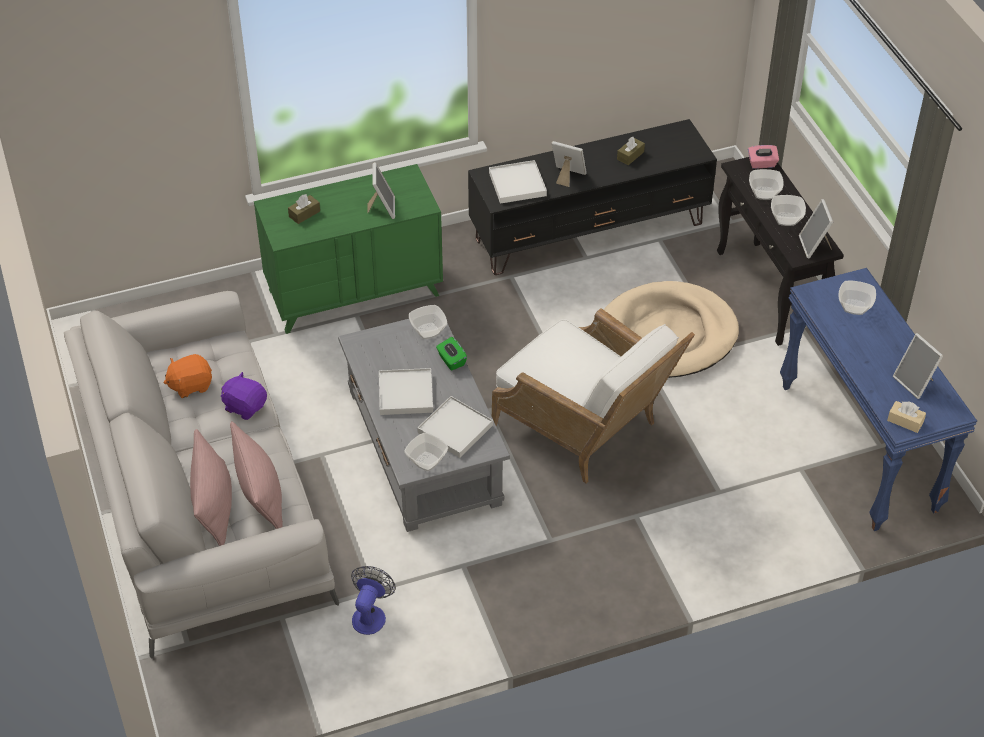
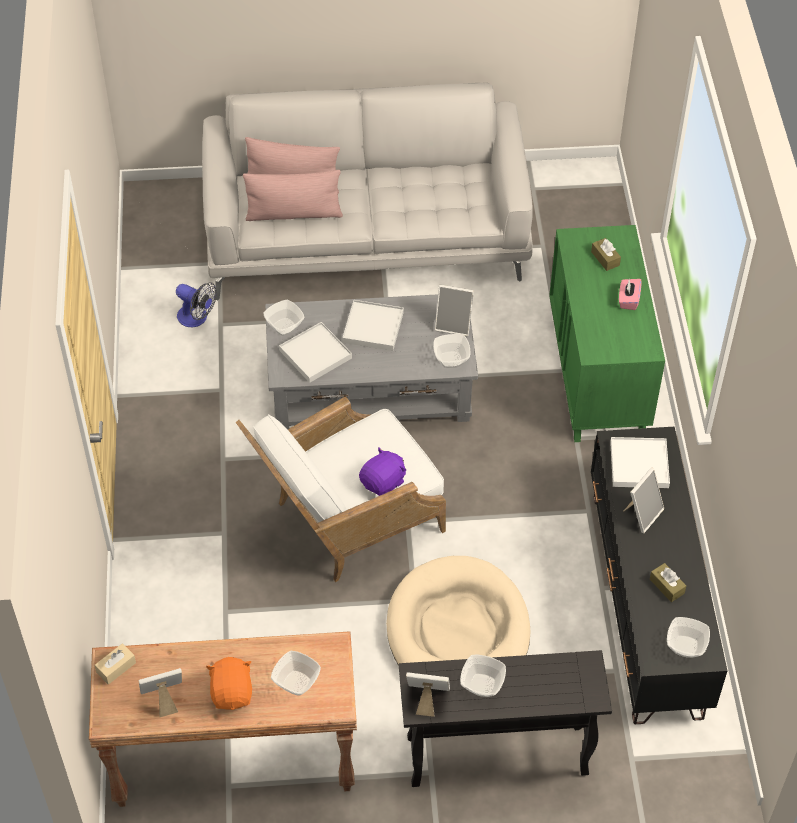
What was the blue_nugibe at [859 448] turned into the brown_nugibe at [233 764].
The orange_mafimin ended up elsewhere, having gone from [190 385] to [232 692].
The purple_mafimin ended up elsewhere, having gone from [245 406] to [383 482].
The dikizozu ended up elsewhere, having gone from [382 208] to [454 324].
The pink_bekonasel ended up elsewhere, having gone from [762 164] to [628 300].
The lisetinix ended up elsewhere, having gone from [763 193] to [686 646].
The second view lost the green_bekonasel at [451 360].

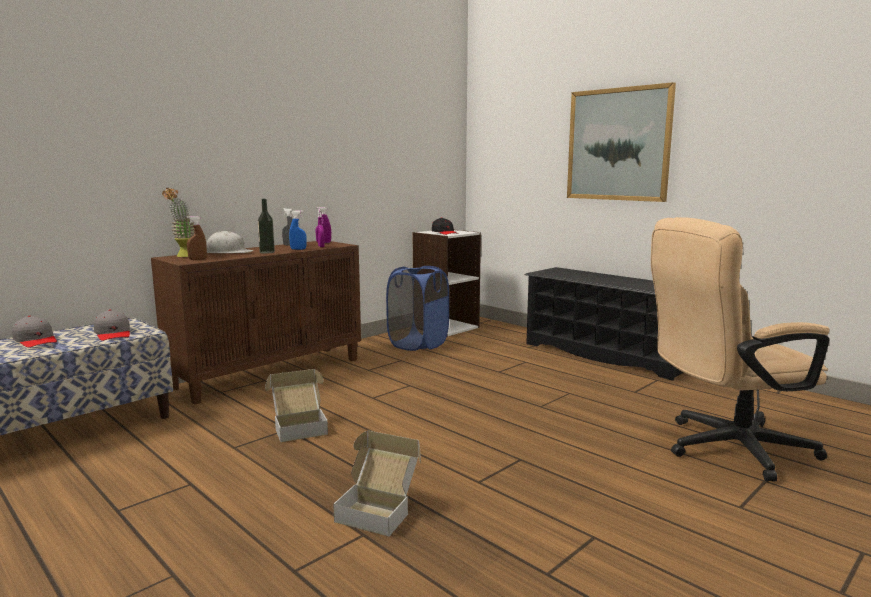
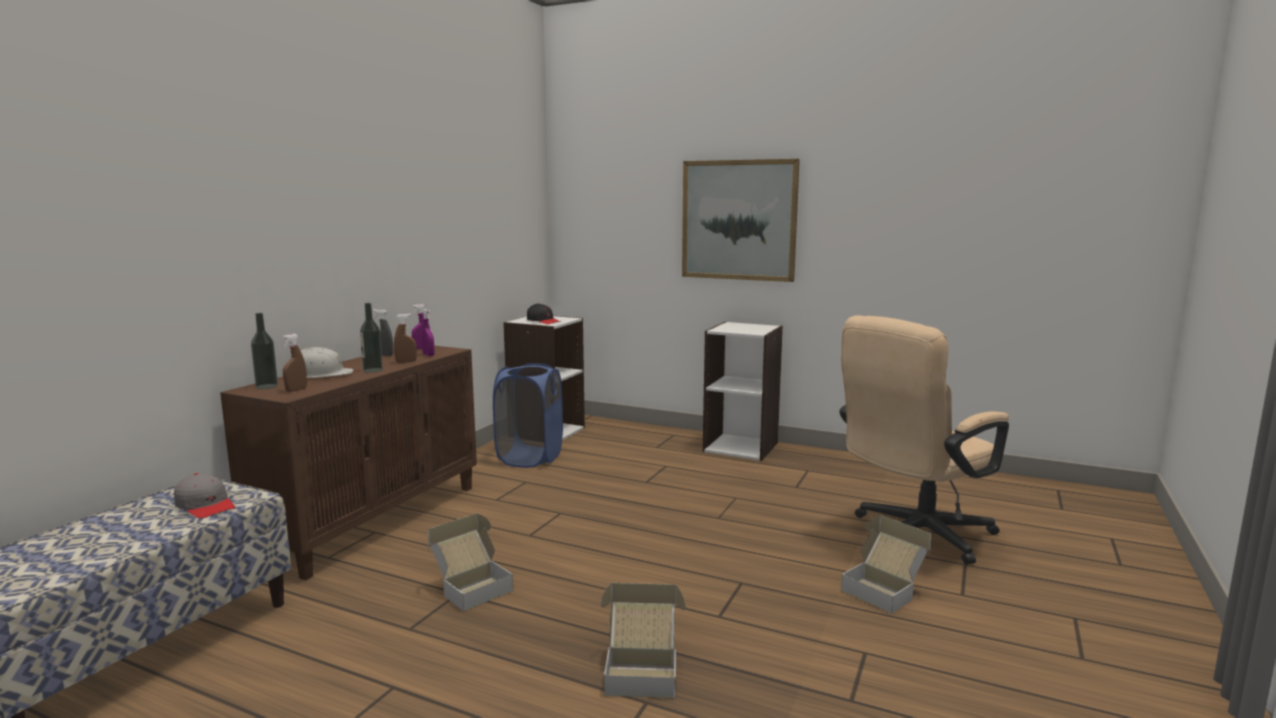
Where the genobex stood at [183 256], the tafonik came to stand at [267 386].
What was the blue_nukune at [298 249] turned into the brown_nukune at [406 362].
Where the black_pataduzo stood at [606 355], the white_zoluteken came to stand at [741 447].
The second view gained the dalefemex at [884 590].
The second view lost the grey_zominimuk at [36 340].

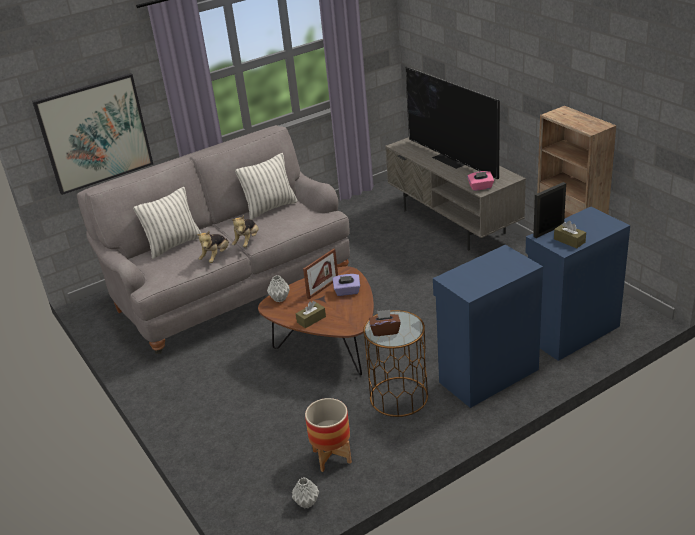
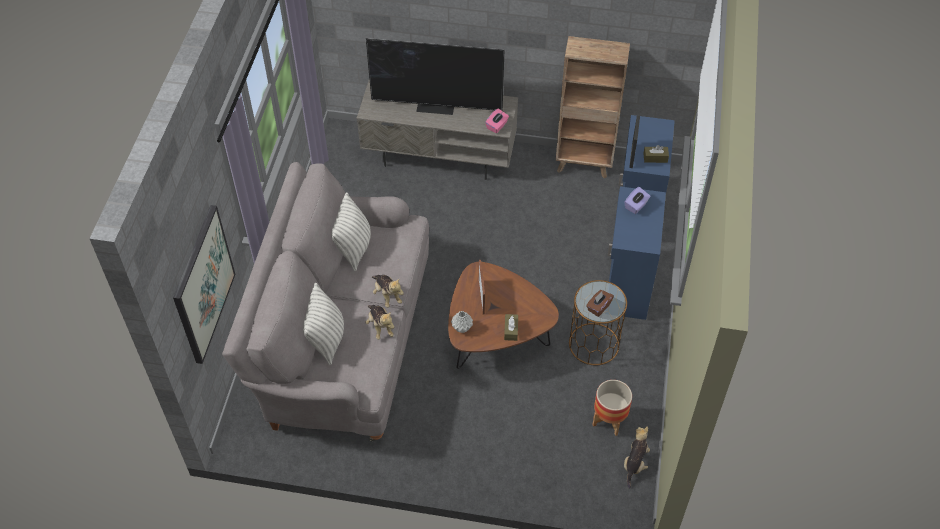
Where the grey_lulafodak stood at [306 503], the mafimin came to stand at [635 463].
The purple_bekonasel ended up elsewhere, having gone from [347 291] to [636 206].

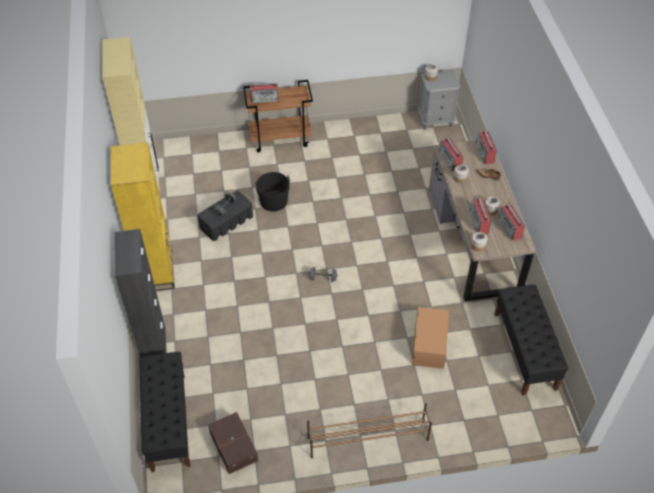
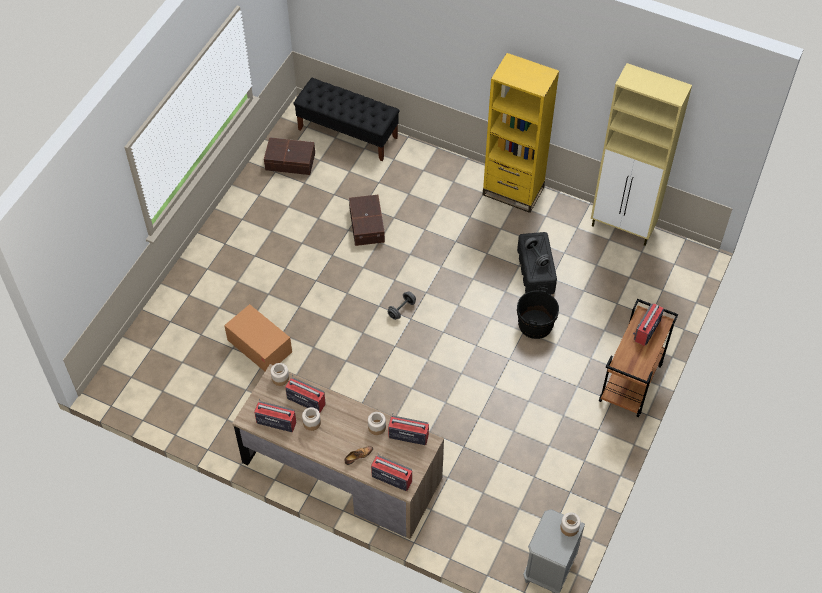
The second view gained the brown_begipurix at [367 225].
The second view lost the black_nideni at [155 349].
The second view lost the brown_pataduzo at [367 438].
The second view lost the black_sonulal at [525 351].

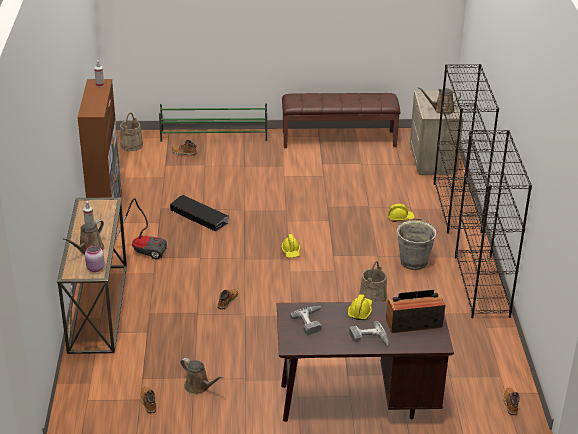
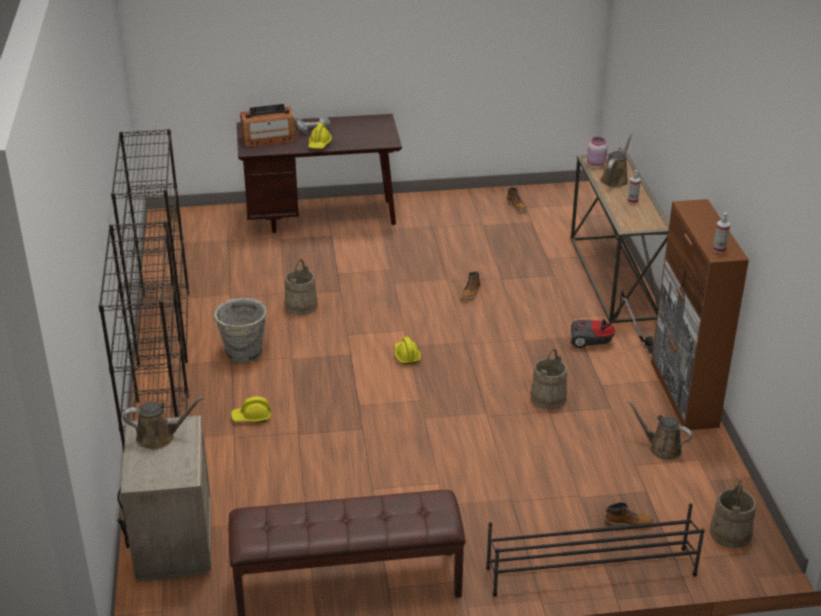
What was the green_pataduzo at [214 136] turned into the black_pataduzo at [590 571].
Where the black_begipurix stood at [199 216], the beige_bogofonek came to stand at [548 398].
The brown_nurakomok ended up elsewhere, having gone from [199 387] to [661 448].
The second view lost the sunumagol at [311 322].

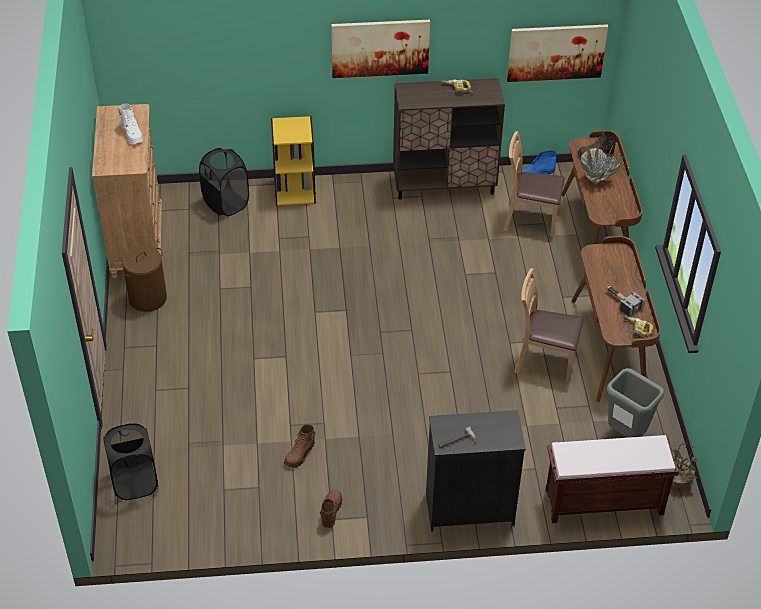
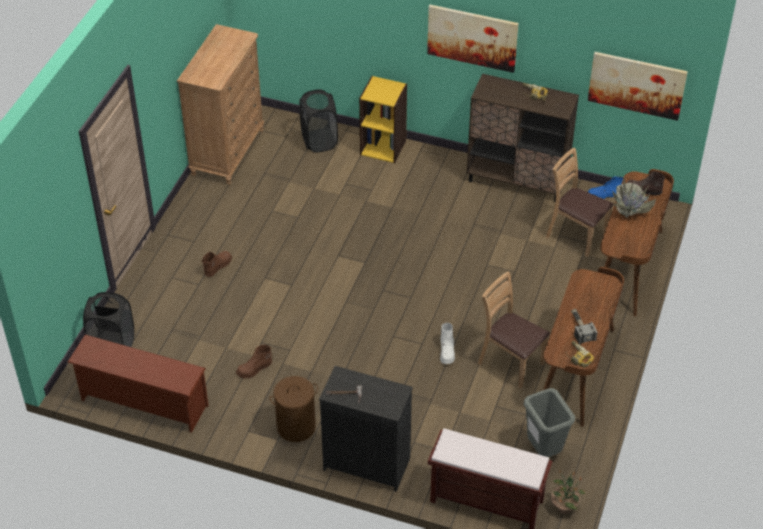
The second view gained the brown_pataduzo at [143 403].
The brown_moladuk ended up elsewhere, having gone from [330 511] to [217 266].
The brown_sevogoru ended up elsewhere, having gone from [148 298] to [296 426].
The white_moladuk ended up elsewhere, having gone from [132 134] to [447 351].

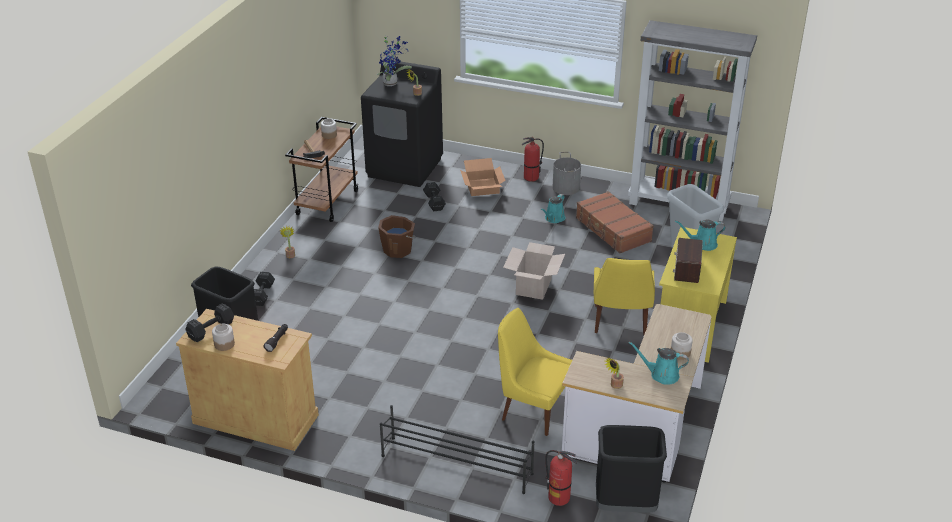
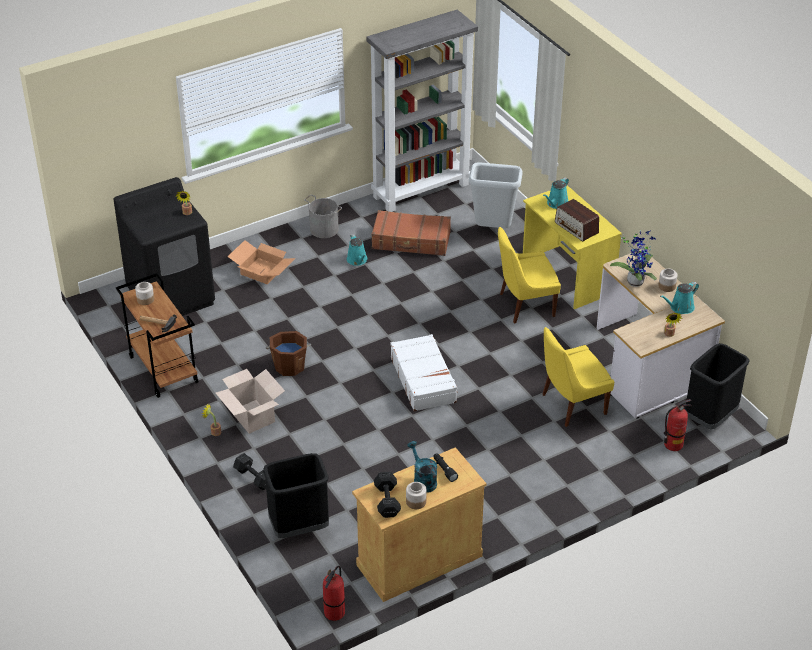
The dalefemex ended up elsewhere, having gone from [534 287] to [253 416].
The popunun ended up elsewhere, having gone from [531 178] to [334 613].
The second view gained the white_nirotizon at [423 380].
The second view gained the turquoise_nurakomok at [422 480].
The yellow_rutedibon at [620 322] ended up facing another way, 120 degrees clockwise from before.
The genobex ended up elsewhere, having gone from [392 83] to [635 281].
The second view lost the black_pataduzo at [456 464].
The second view lost the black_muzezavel at [434 202].

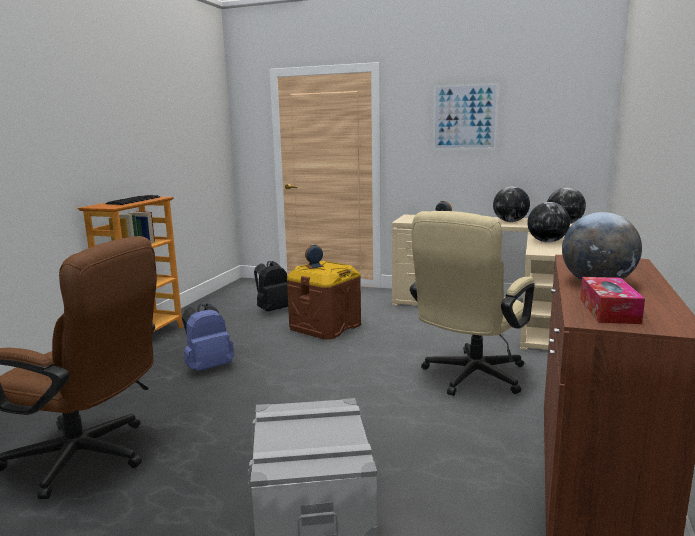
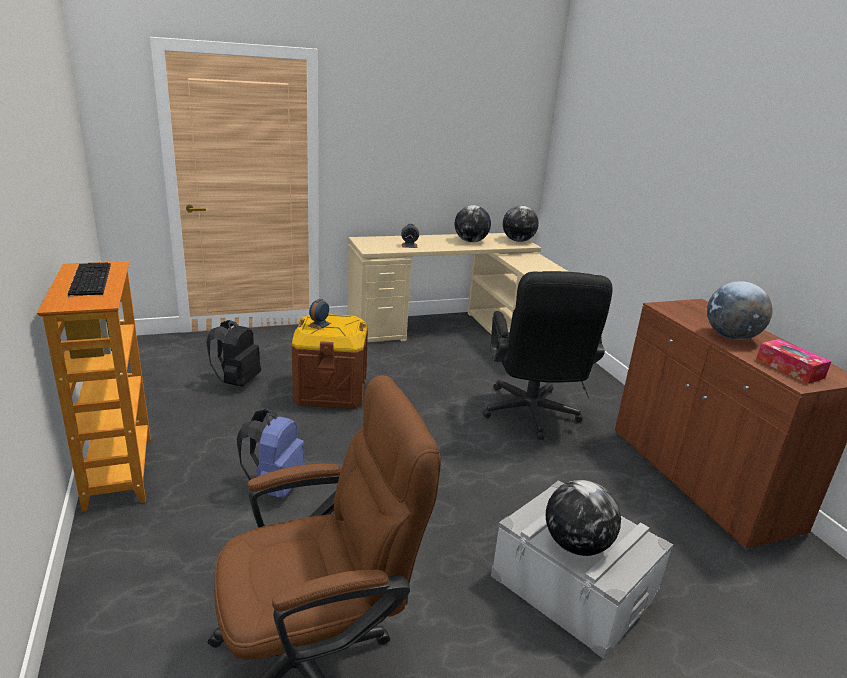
What was the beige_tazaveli at [469 378] turned into the black_tazaveli at [531 416].
The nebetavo ended up elsewhere, having gone from [547 242] to [576 545].
The second view lost the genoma at [464 117].

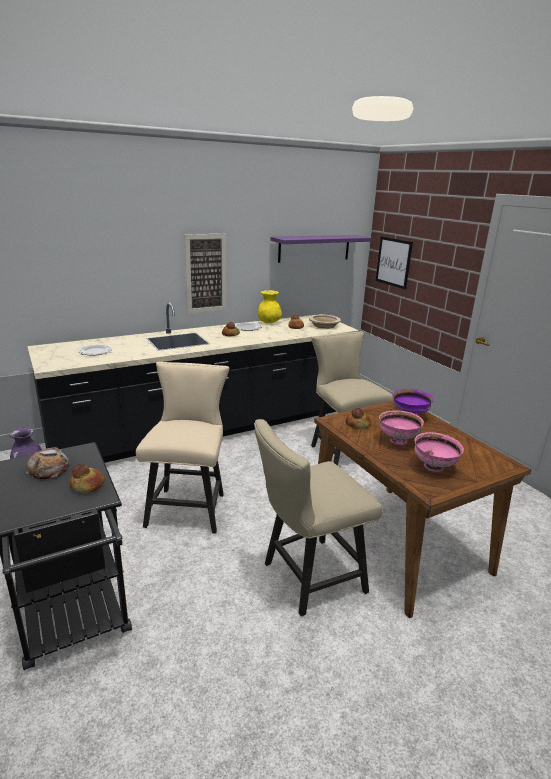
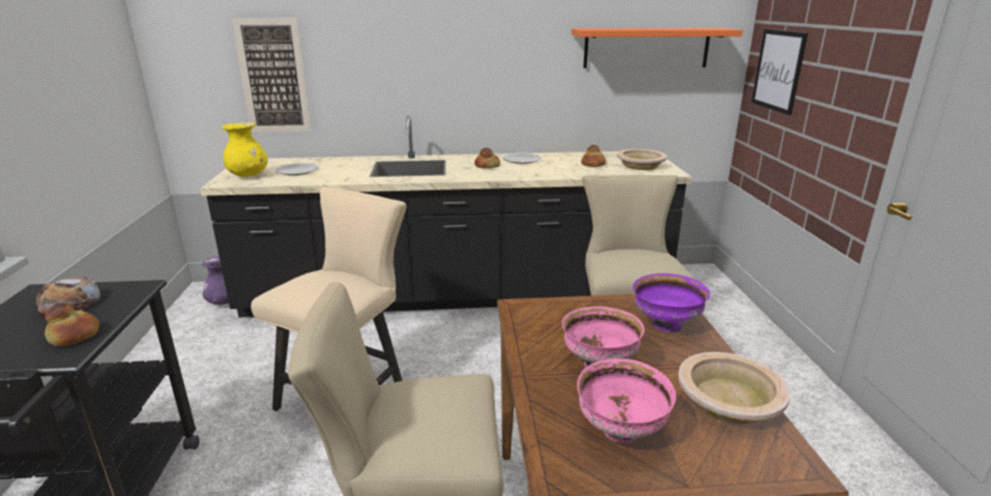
The yellow_lulafodak ended up elsewhere, having gone from [269 322] to [248 175].
The genoma ended up elsewhere, having gone from [206 273] to [273 76].
What was the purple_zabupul at [314 248] turned into the orange_zabupul at [646 48].
The second view gained the beige_lisetinix at [728 401].
The second view lost the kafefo at [358 424].

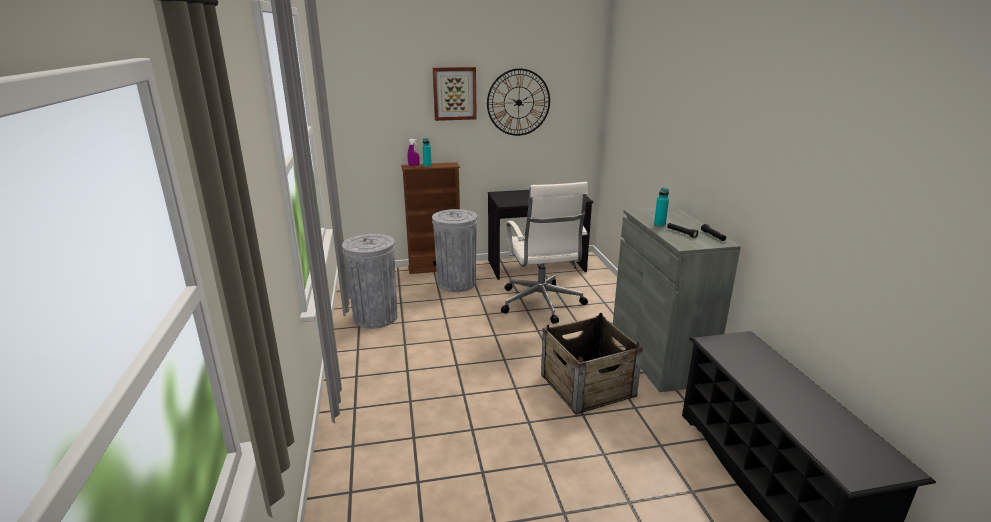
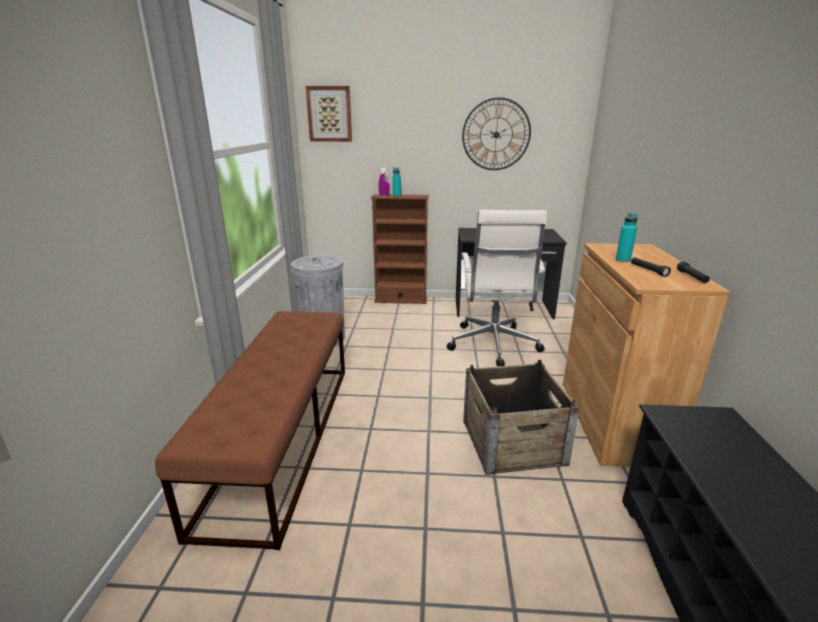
The second view gained the brown_sonulal at [282 437].
The genoma ended up elsewhere, having gone from [454 93] to [329 114].
What was the grey_nideni at [659 356] turned into the brown_nideni at [612 421].
The second view lost the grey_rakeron at [456 283].

